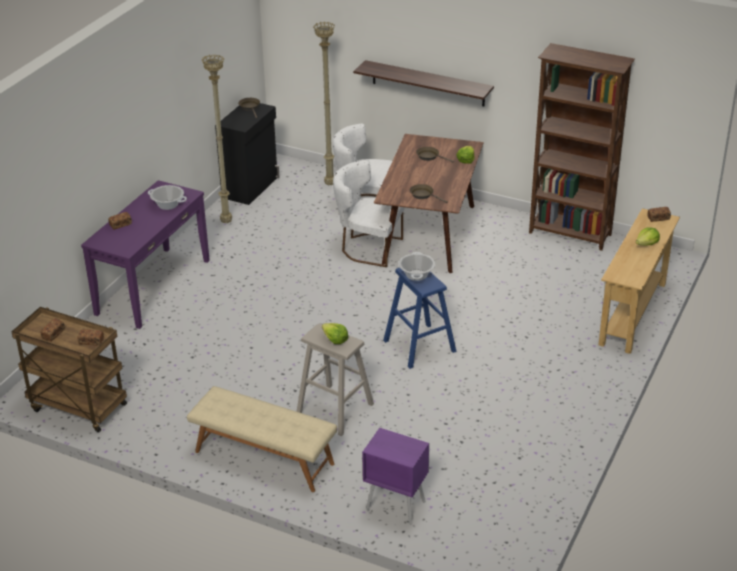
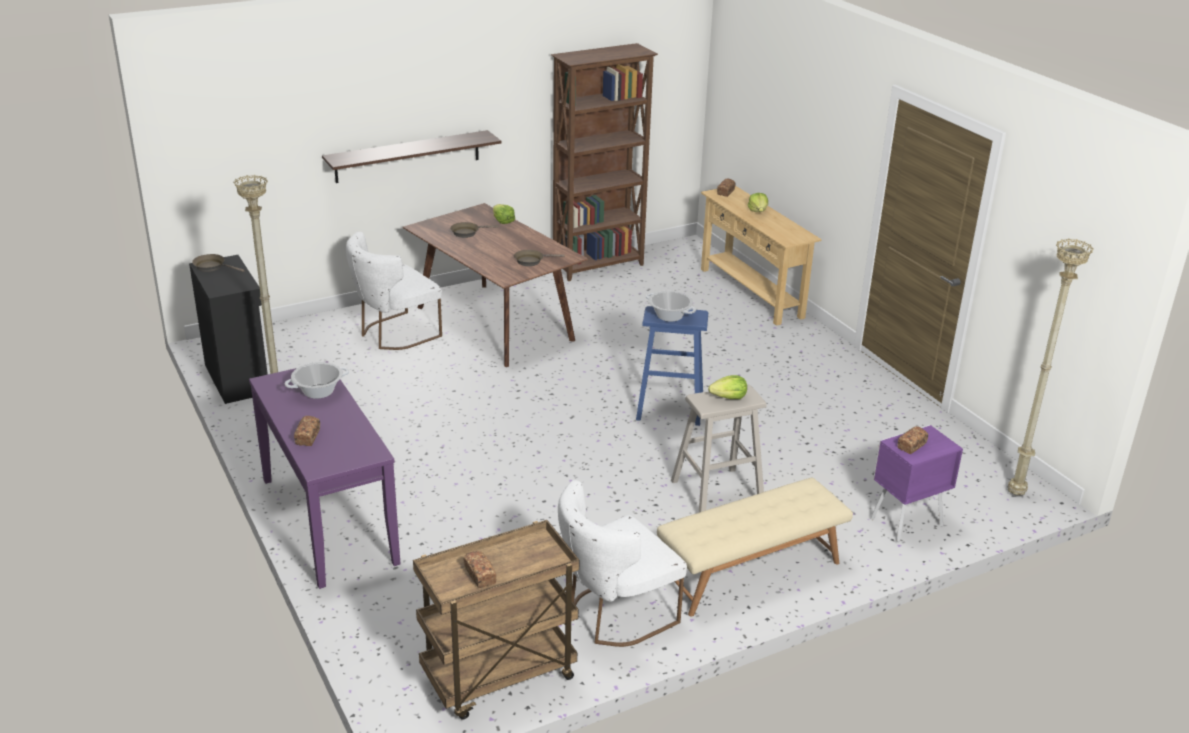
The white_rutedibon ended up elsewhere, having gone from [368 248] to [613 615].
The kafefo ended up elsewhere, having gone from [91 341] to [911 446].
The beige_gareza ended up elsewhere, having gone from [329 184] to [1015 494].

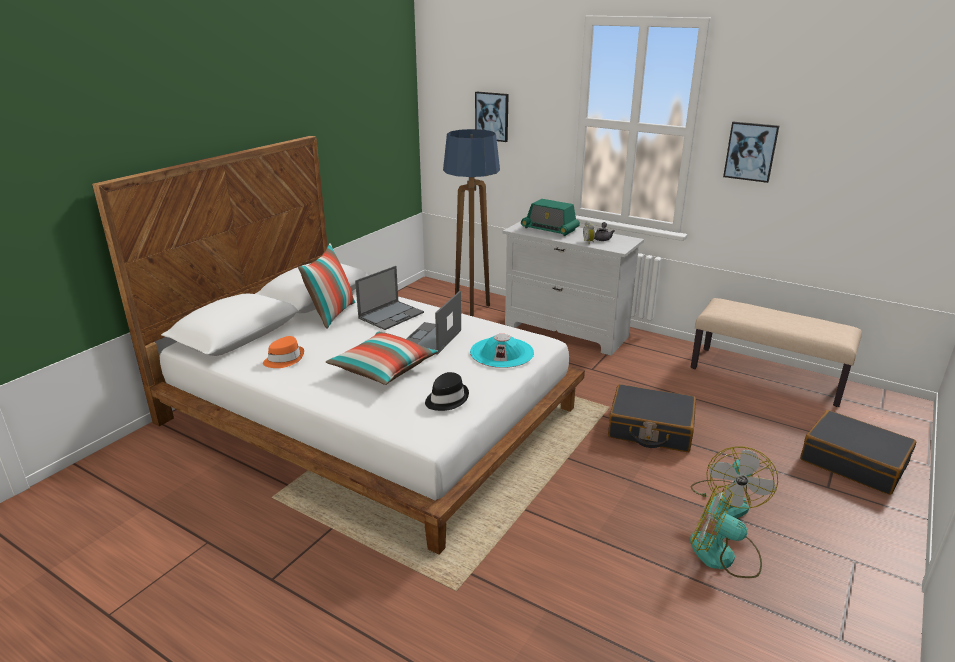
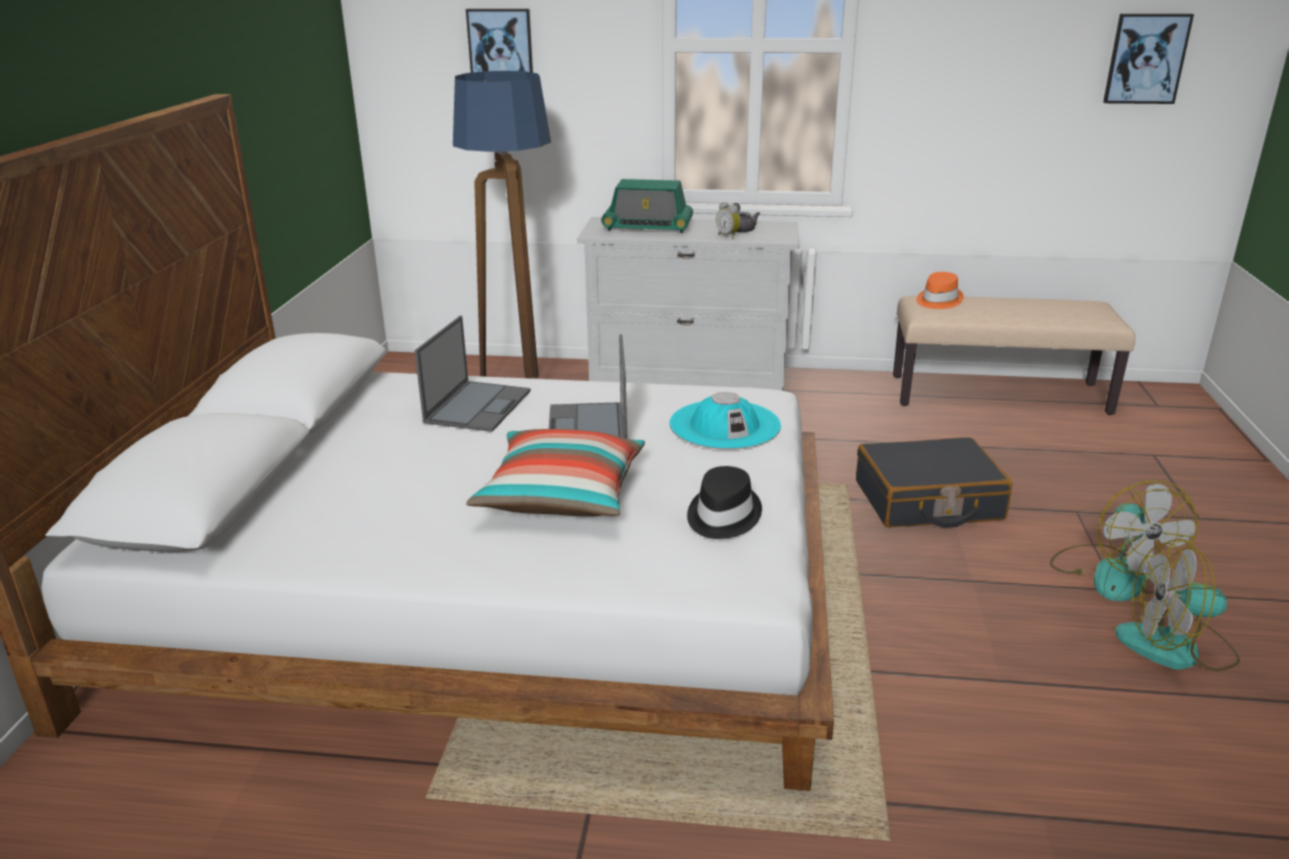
The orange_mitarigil ended up elsewhere, having gone from [284 359] to [938 301].
The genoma ended up elsewhere, having gone from [751 151] to [1146 59].
The second view lost the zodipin at [331 314].
The second view lost the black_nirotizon at [853 462].

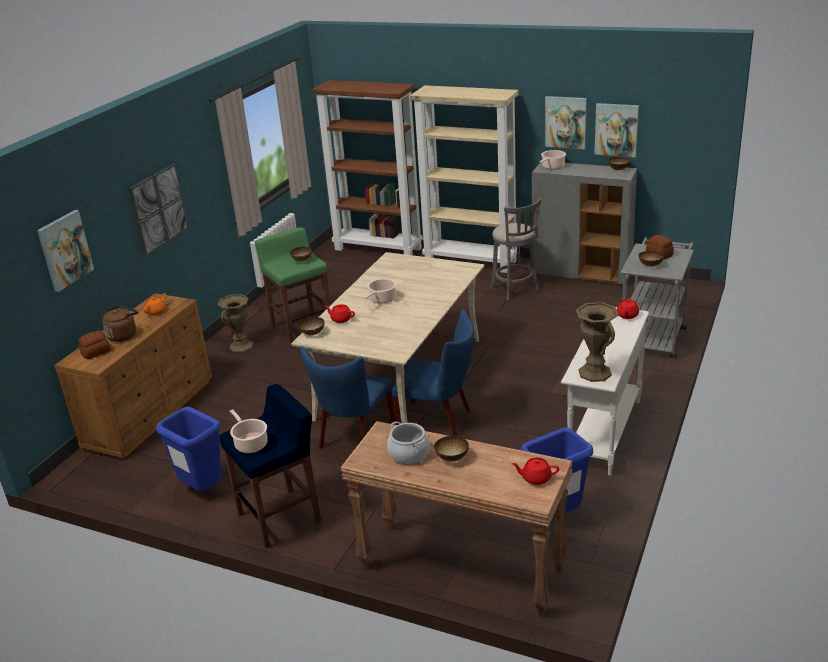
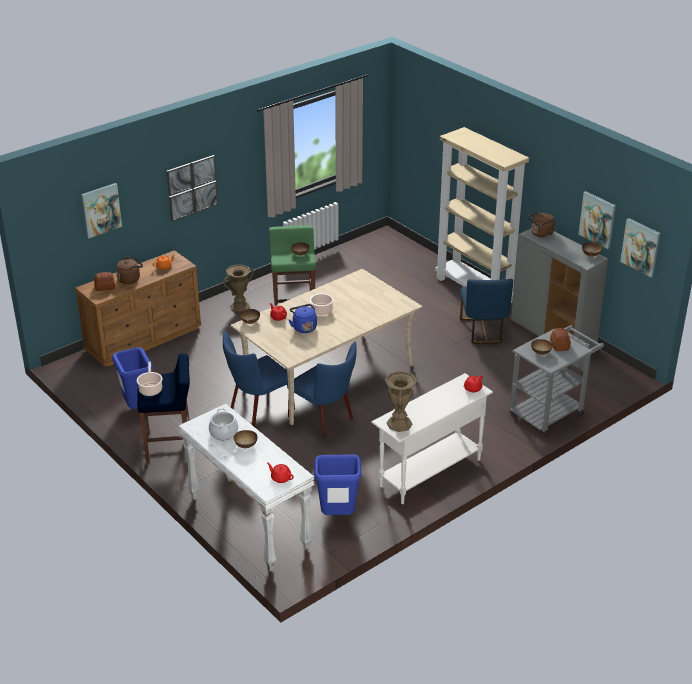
What was the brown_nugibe at [460 569] turned into the white_nugibe at [247 523].
The second view gained the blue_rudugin at [303 327].
Where the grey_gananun stood at [515 290], the blue_rutedibon came to stand at [483 330].
Where the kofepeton stood at [552 167], the brown_rudugin came to stand at [540 234].
The genoma ended up elsewhere, having gone from [566 122] to [641 247].
The second view lost the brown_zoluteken at [379 248].

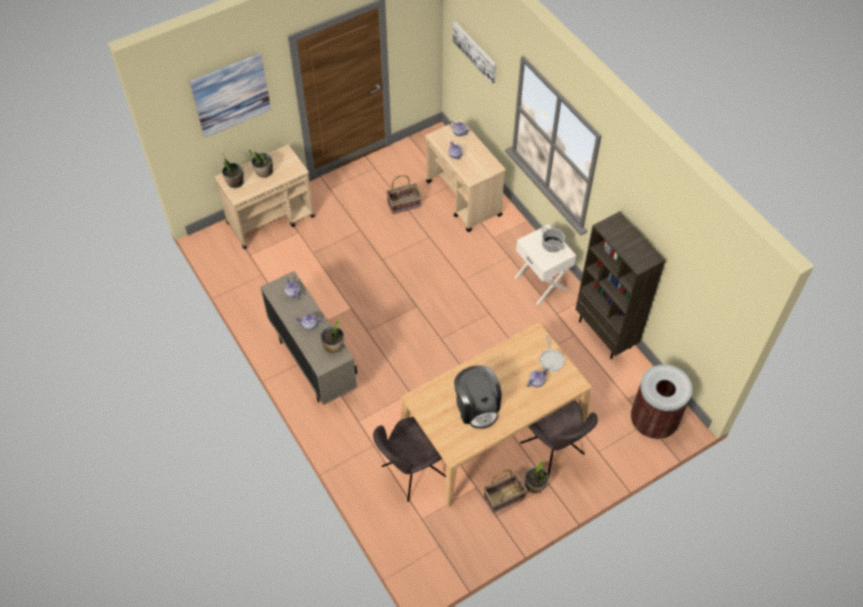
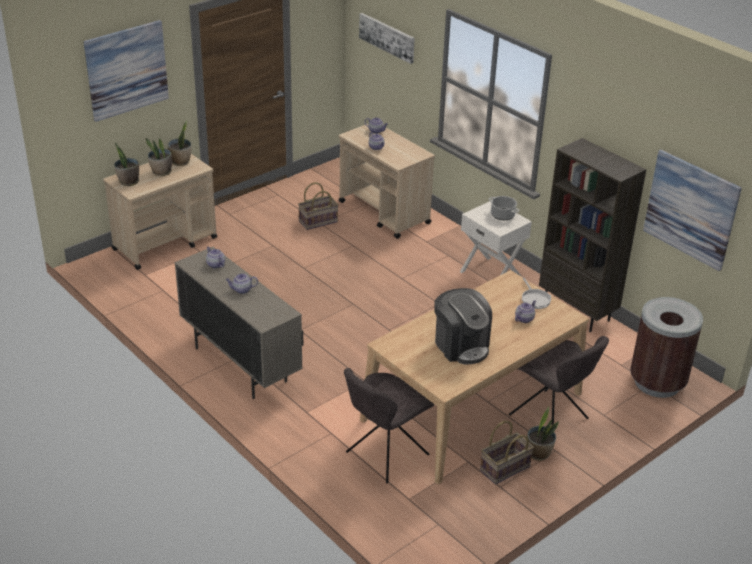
The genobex ended up elsewhere, having gone from [333 346] to [181 162].
The second view gained the genoma at [691 209].

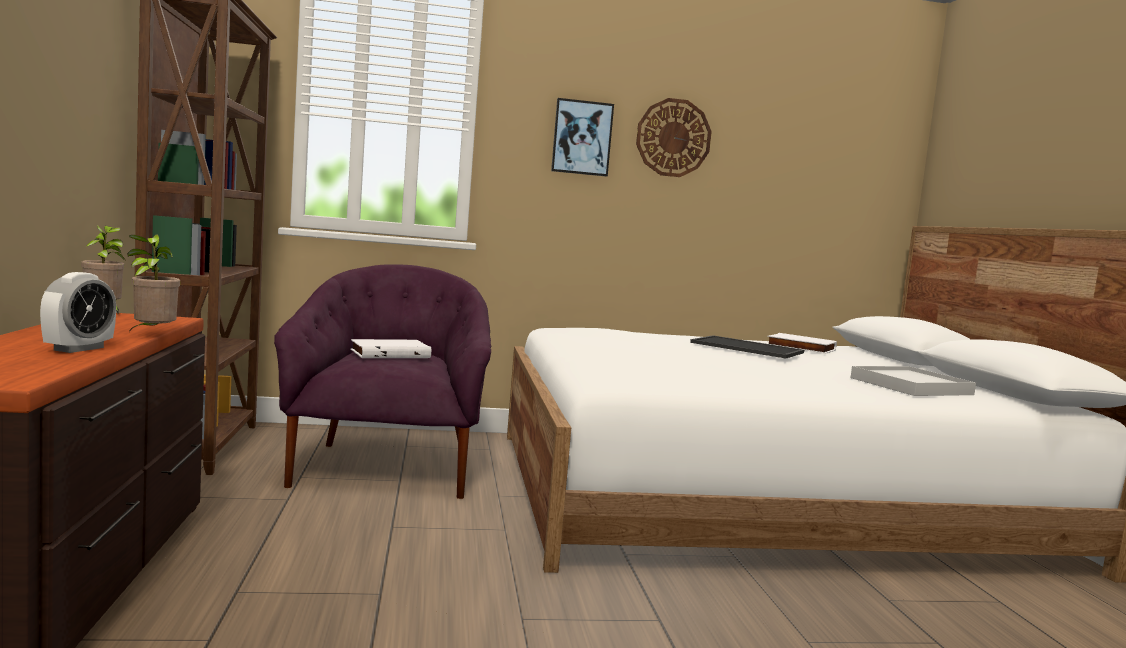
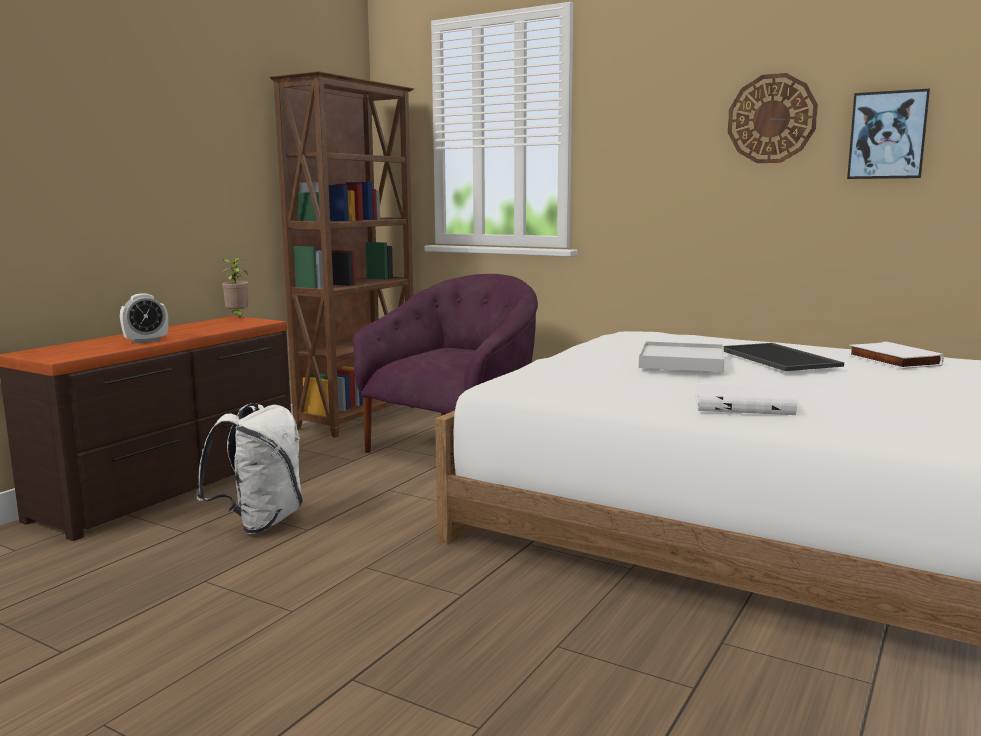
The second view gained the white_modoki at [260 522].
The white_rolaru ended up elsewhere, having gone from [910 386] to [681 362].
The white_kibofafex ended up elsewhere, having gone from [390 353] to [743 405].
The genoma ended up elsewhere, having gone from [582 138] to [887 135].
The second view lost the genobex at [152 335].

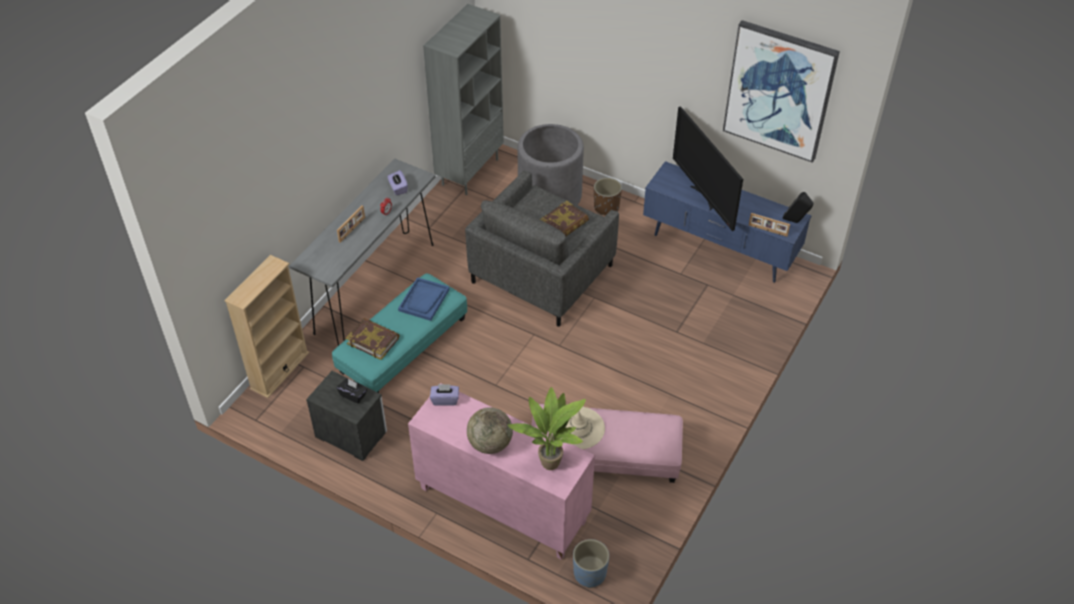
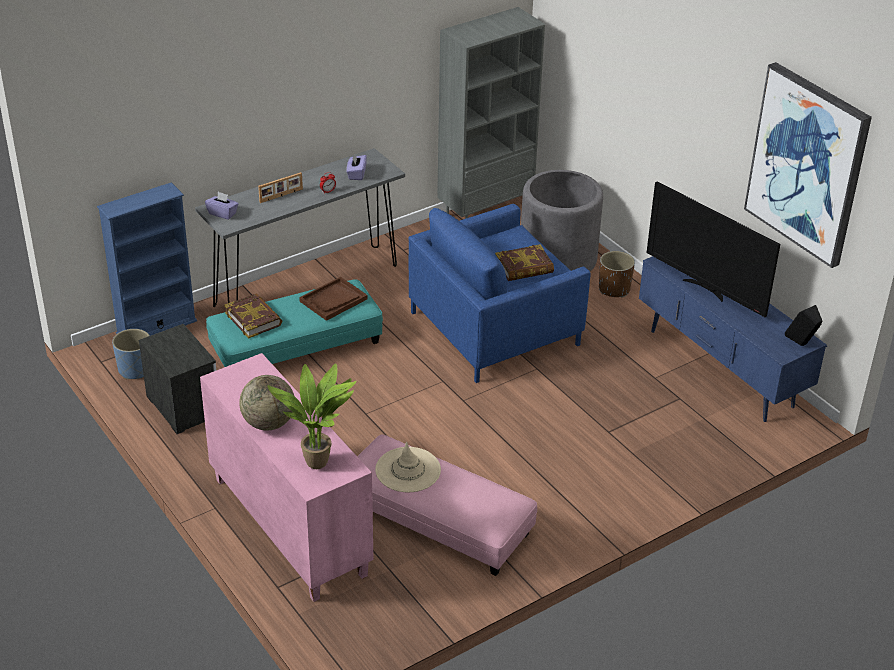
What was the beige_zoluteken at [279 370] turned into the blue_zoluteken at [156 327].
The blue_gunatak ended up elsewhere, having gone from [589 573] to [135 369].
The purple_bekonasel ended up elsewhere, having gone from [445 400] to [222 213].
What was the blue_rolaru at [424 300] turned into the brown_rolaru at [333 300].
What was the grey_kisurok at [541 273] turned into the blue_kisurok at [494 328].
The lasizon at [704 197] ended up facing another way, 45 degrees counterclockwise from before.
The second view lost the black_bekonasel at [353 395].
The second view lost the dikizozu at [767 231].

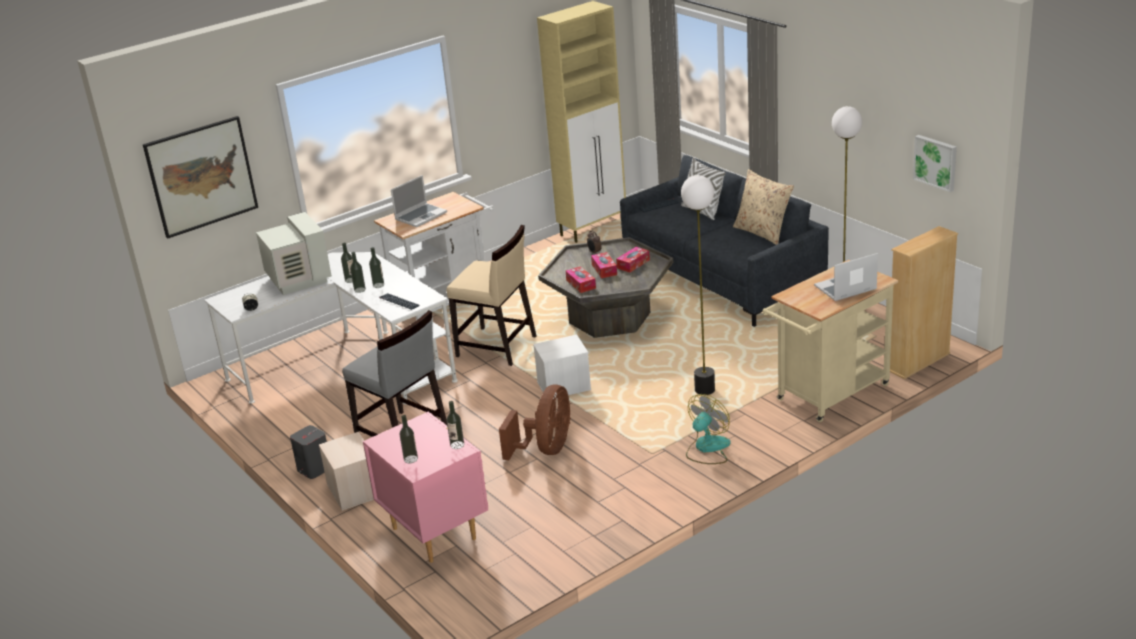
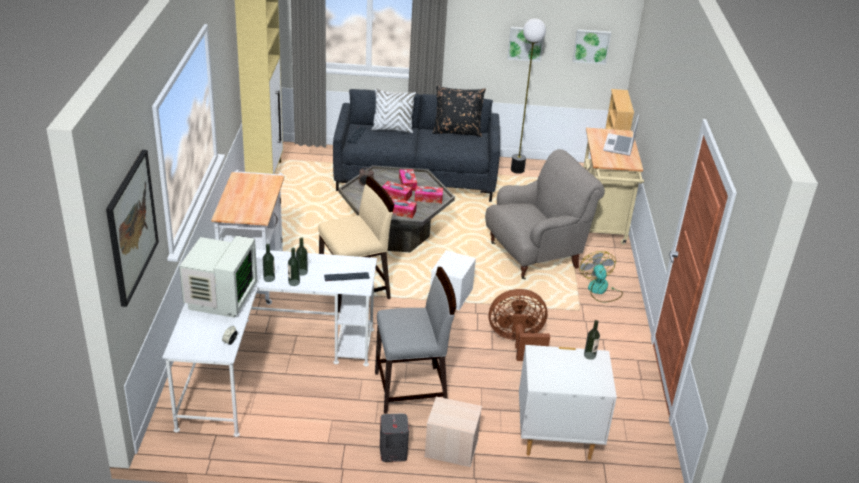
The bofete at [297 280] ended up facing another way, 90 degrees clockwise from before.
The second view gained the bekonasel at [428 198].
What was the beige_zodipin at [762 232] turned into the black_zodipin at [457 131].
Where the gareza stood at [705 390], the grey_kisurok came to stand at [535 255].
The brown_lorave at [546 449] ended up facing another way, 60 degrees counterclockwise from before.
The second view gained the genoma at [525 43].
What was the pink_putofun at [435 533] turned into the white_putofun at [557 439].
The second view lost the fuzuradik at [421 216].
The second view lost the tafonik at [411 459].

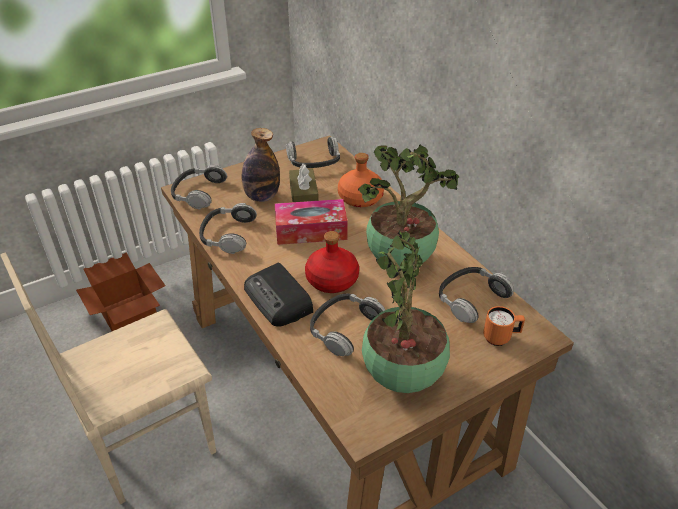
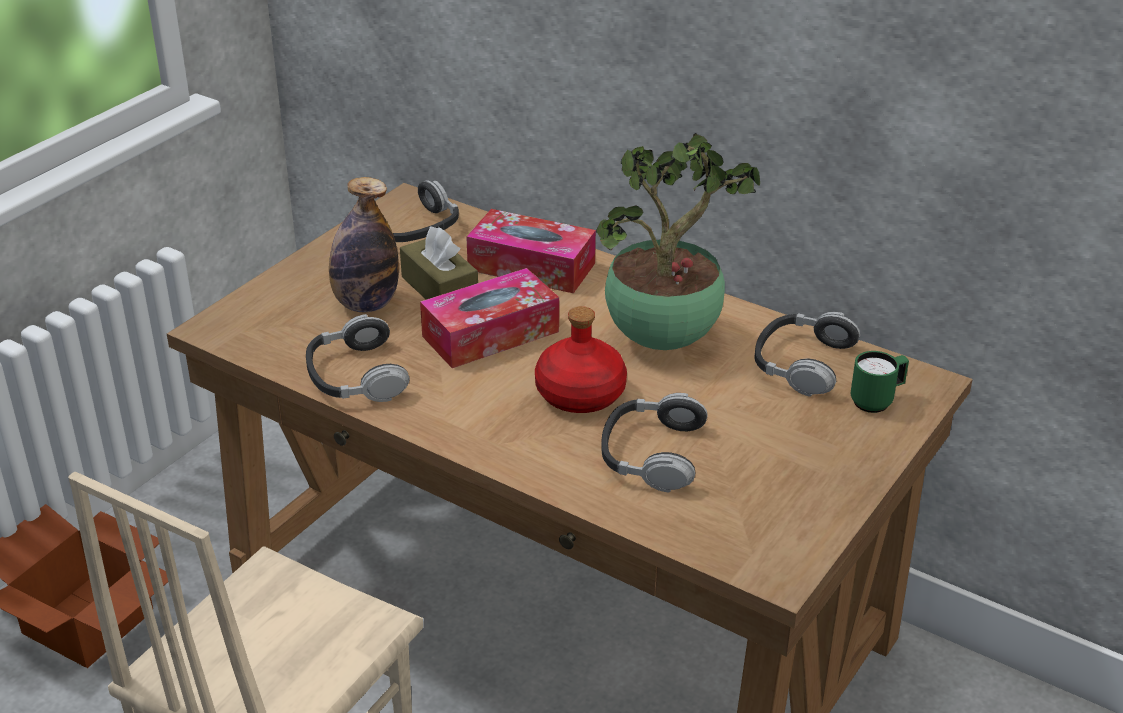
Where the orange_tafonik stood at [360 198], the bekonasel came to stand at [531 267].
What was the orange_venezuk at [501 338] turned into the green_venezuk at [877 401].
The second view lost the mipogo at [198 192].
The second view lost the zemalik at [279 300].
The second view lost the genobex at [402 378].

